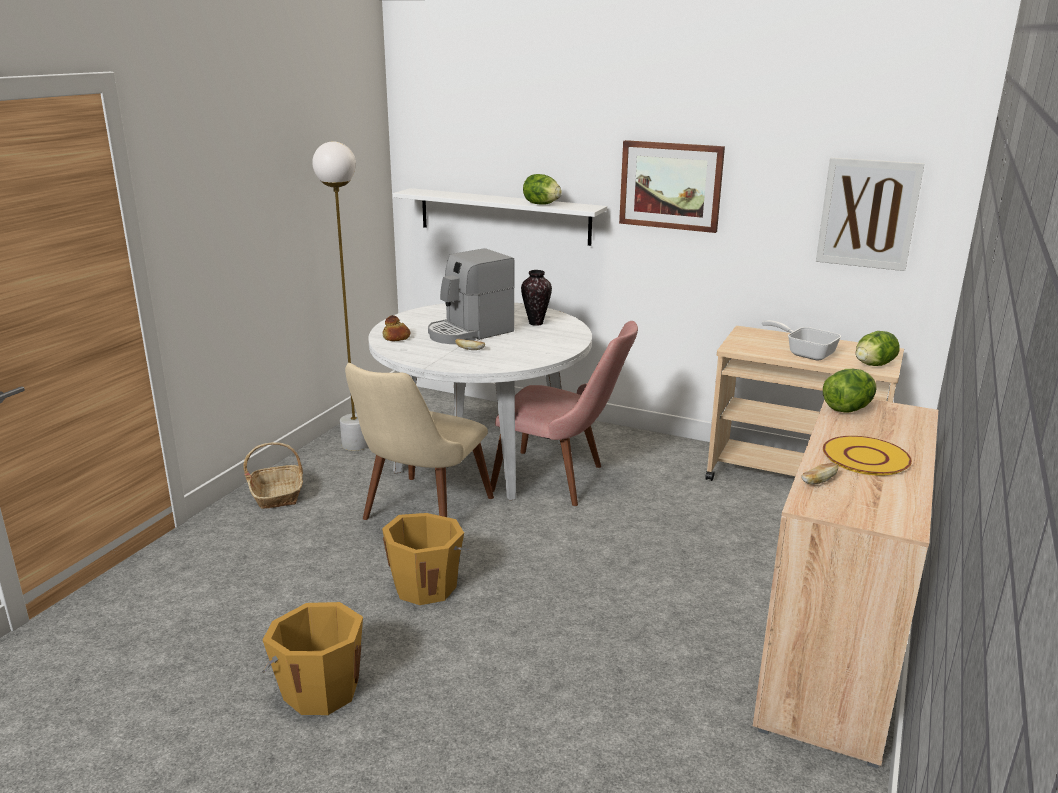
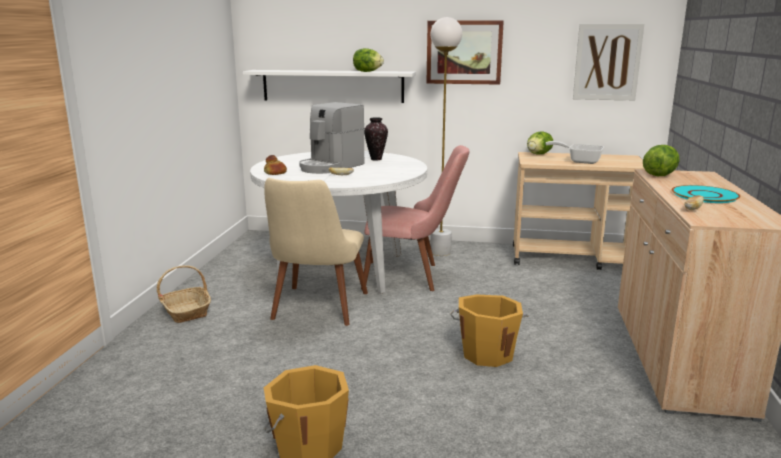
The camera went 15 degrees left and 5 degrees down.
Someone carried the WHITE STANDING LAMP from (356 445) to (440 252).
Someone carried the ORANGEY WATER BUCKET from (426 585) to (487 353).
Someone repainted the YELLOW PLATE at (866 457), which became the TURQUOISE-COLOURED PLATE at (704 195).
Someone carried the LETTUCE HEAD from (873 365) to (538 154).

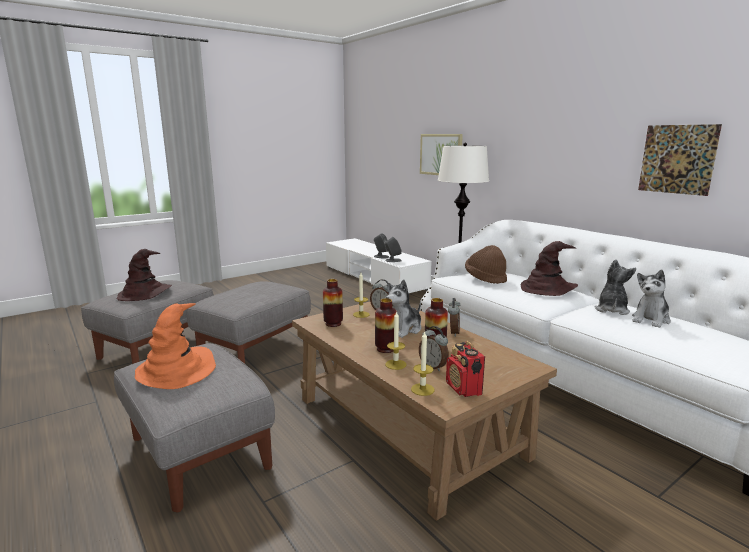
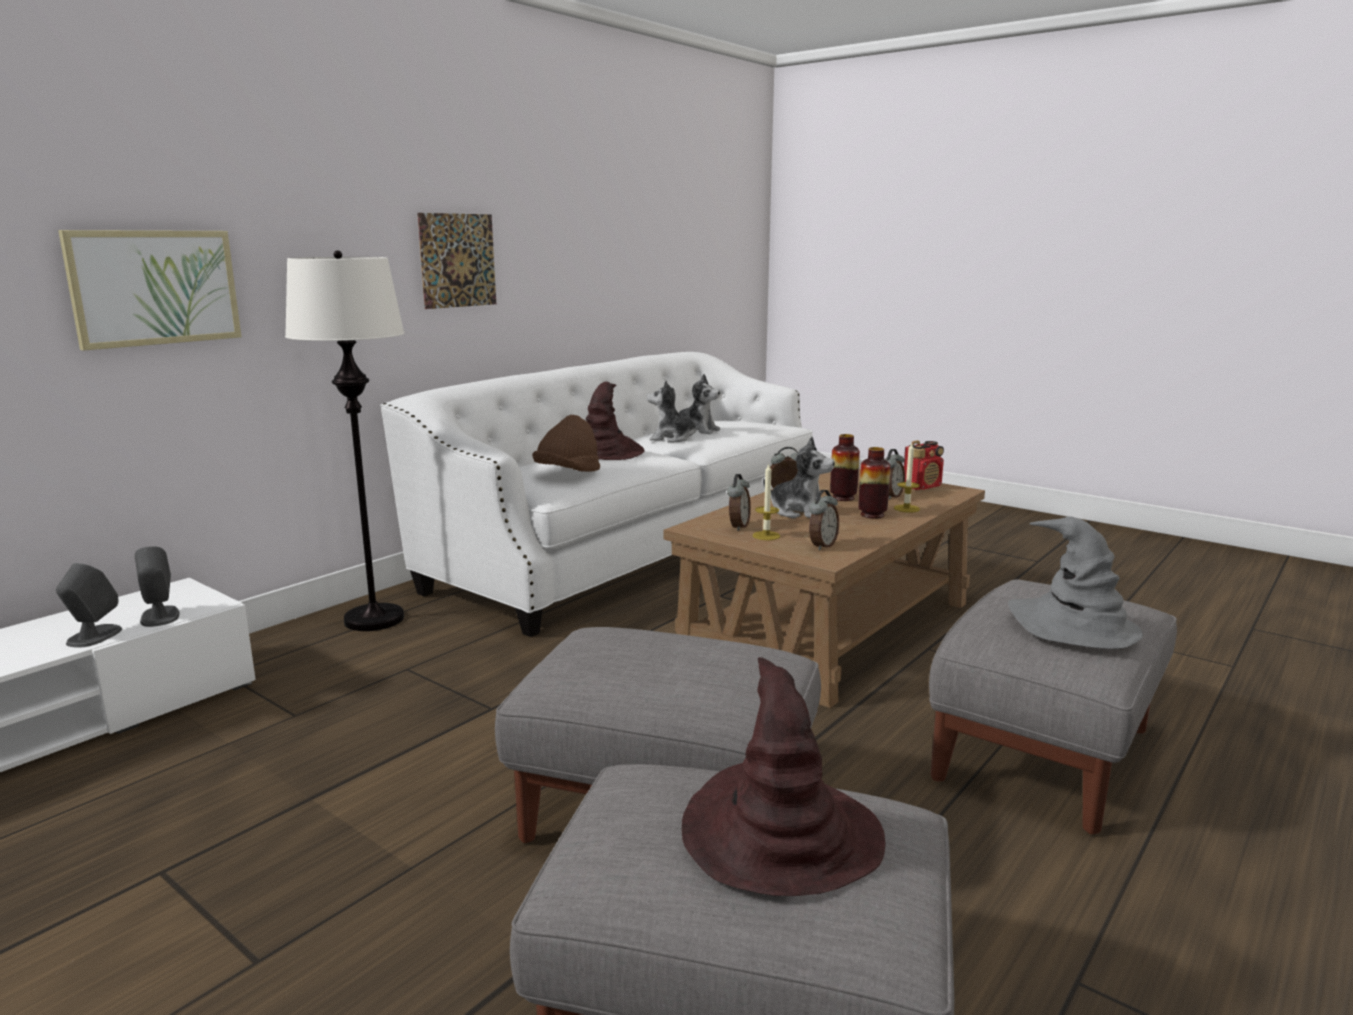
The camera went 105 degrees left and 0 degrees up.
Someone repainted the ORANGEY HAT at (177 370), which became the GREY HAT at (1072 625).
Someone swapped the VASE at (333 324) for the ALARM CLOCK at (822 546).
Someone took away the WAX LIGHT at (422 389).
Someone carried the WALL PICTURE from (677 159) to (458 260).

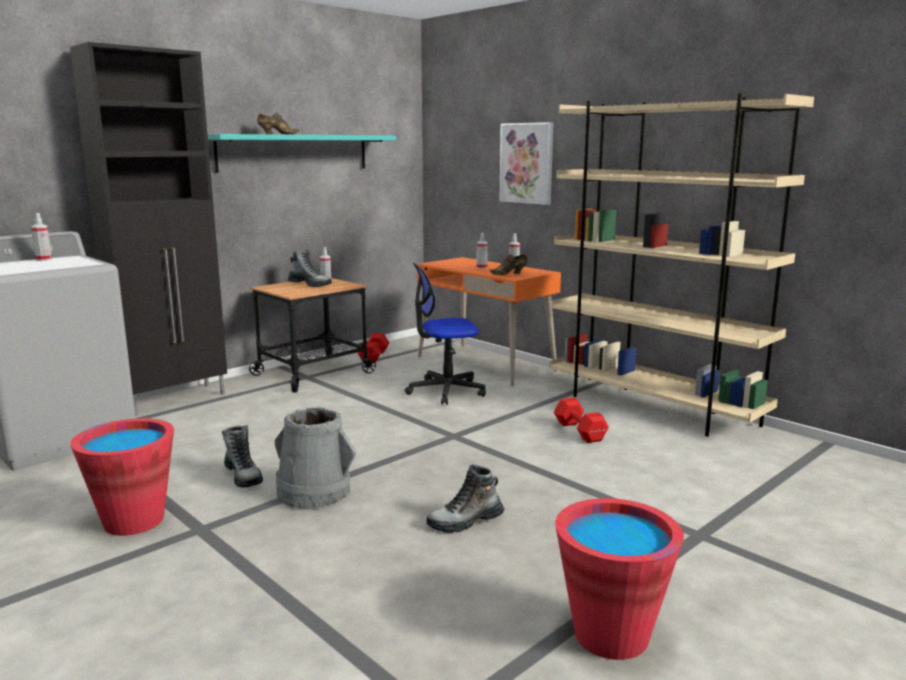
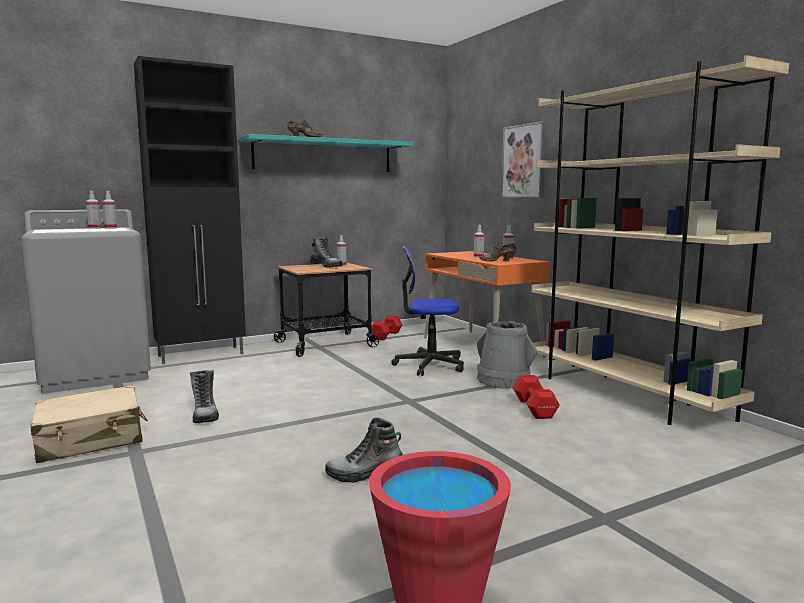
The camera went 15 degrees right and 5 degrees down.
Someone swapped the RED-COLOURED WATER BUCKET at (134 521) for the SAND-COLOURED SUITCASE at (91 439).
Someone carried the GREY WATER BUCKET from (314 492) to (503 381).
Someone put down the SPRAYER at (110 228).

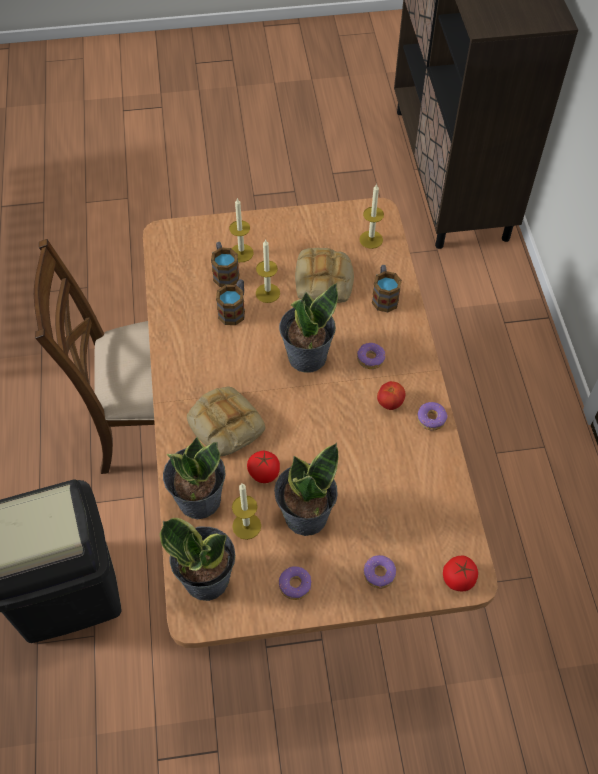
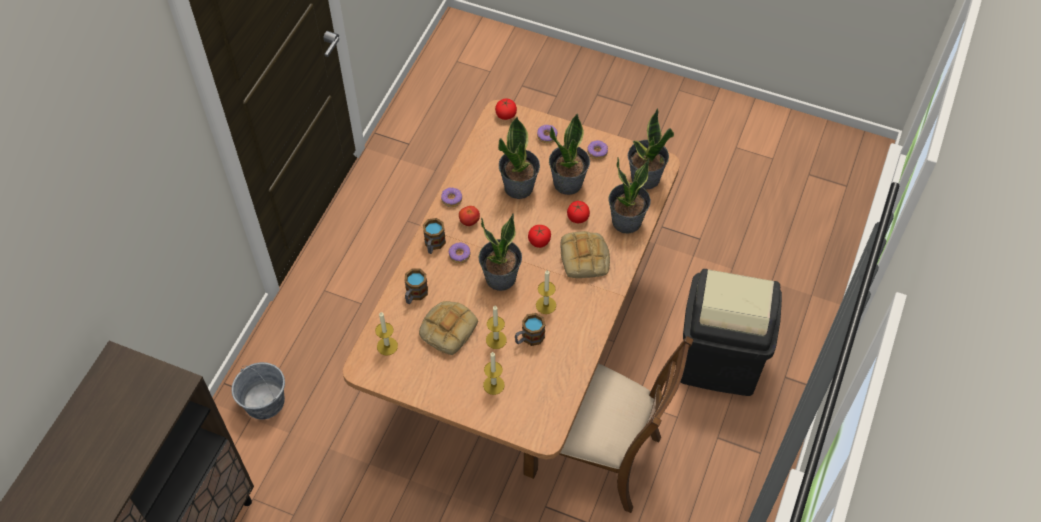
The camera went 150 degrees left and 0 degrees up.
Someone carried the TEA MUG from (224 273) to (433 245).
Someone carried the WAX LIGHT from (246 526) to (546 305).
Someone put down the GREY WATER BUCKET at (264 401).
Someone put down the HOUSEPLANT at (519 187).
Someone put down the FRESH TOMATO at (539 241).

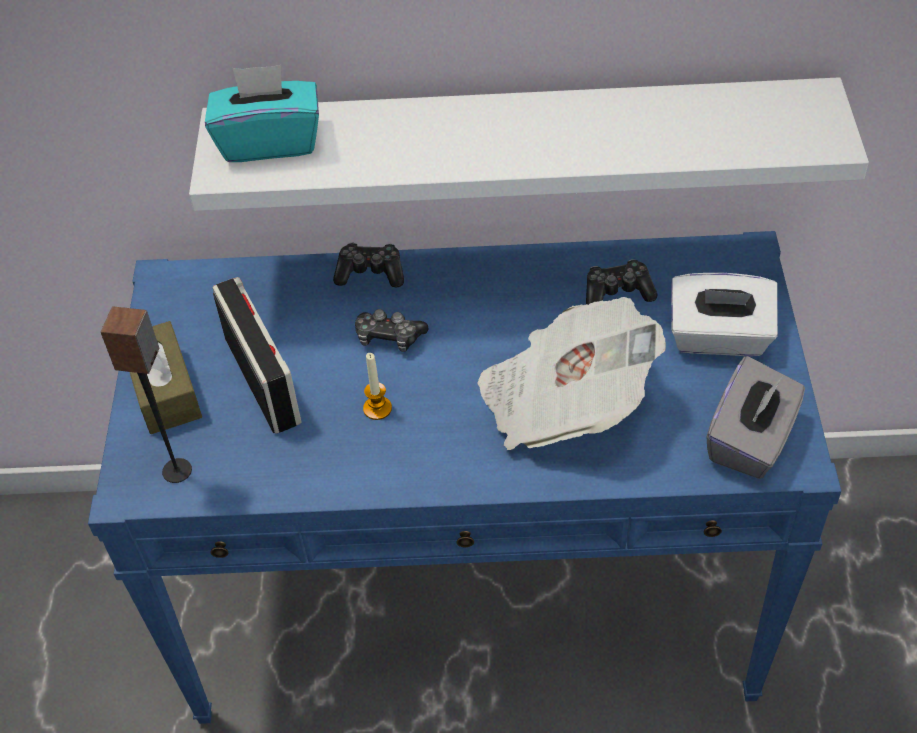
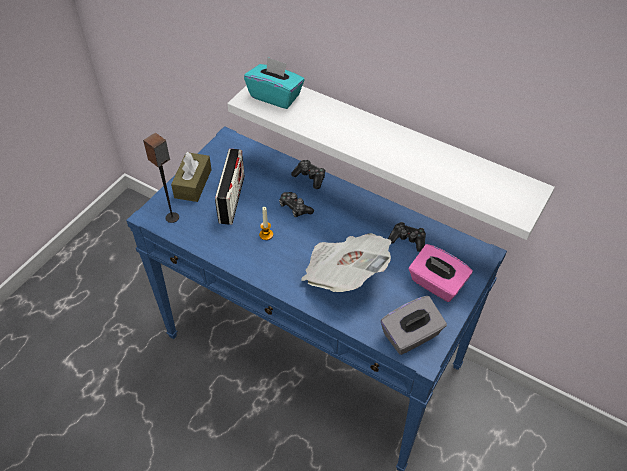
The camera went 30 degrees right and 0 degrees up.
Someone repainted the WHITE TISSUE BOX at (719 338), which became the PINK TISSUE BOX at (436 284).

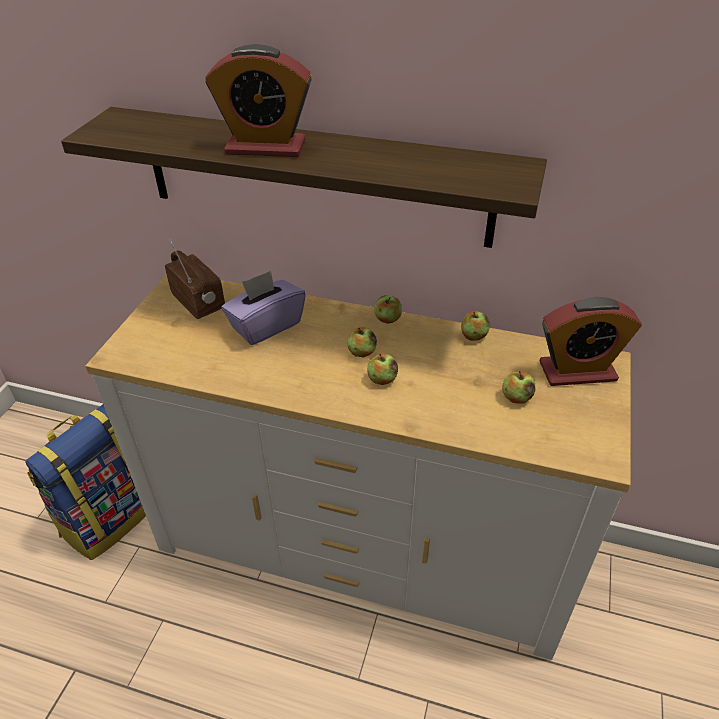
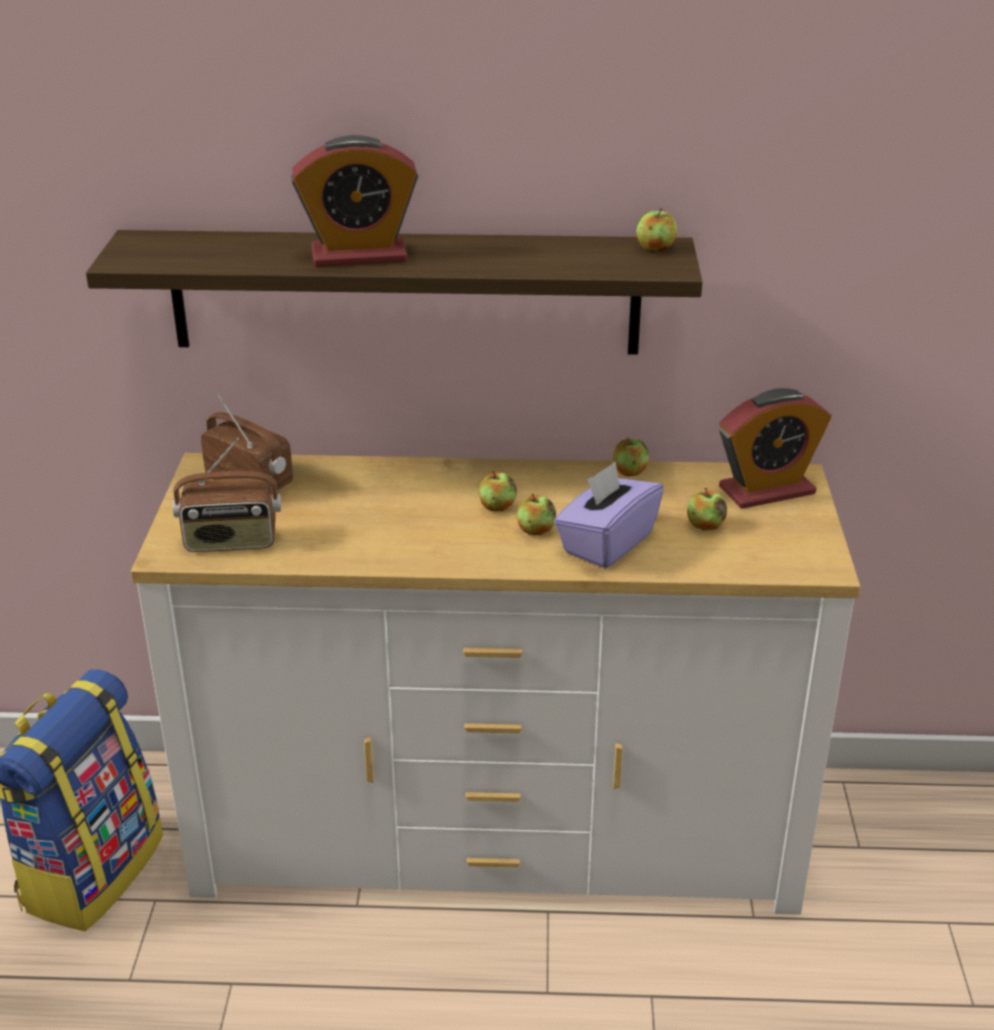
The camera went 15 degrees left and 10 degrees down.
Someone carried the PURPLE TISSUE BOX from (266 325) to (606 543).
Someone carried the WHOLE APPLE from (387 319) to (655 248).
Someone put down the RADIO RECEIVER at (231 541).

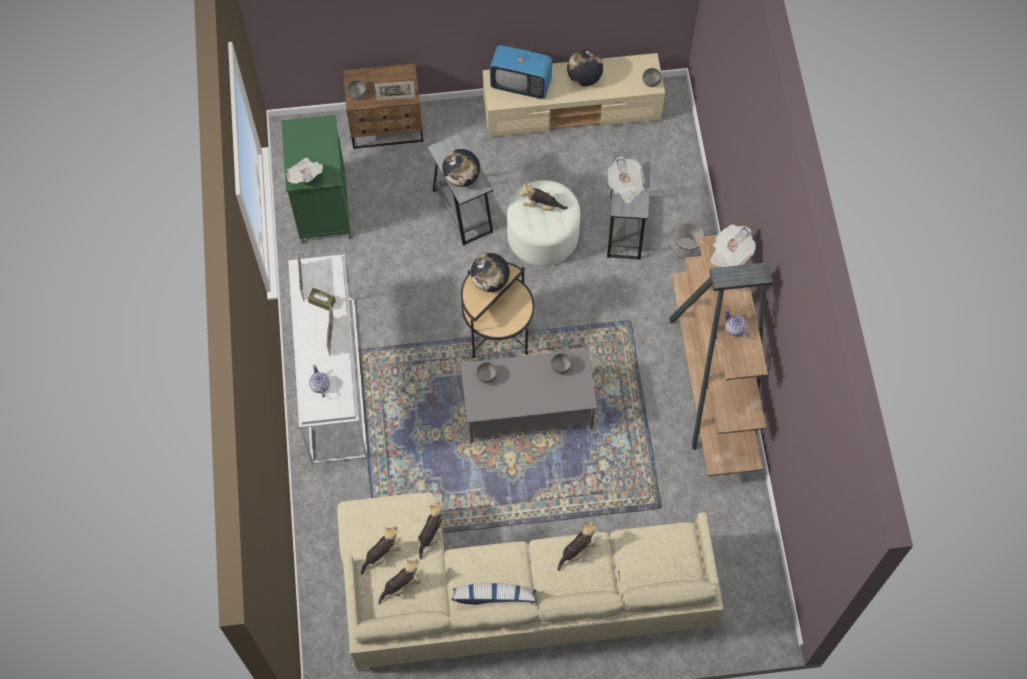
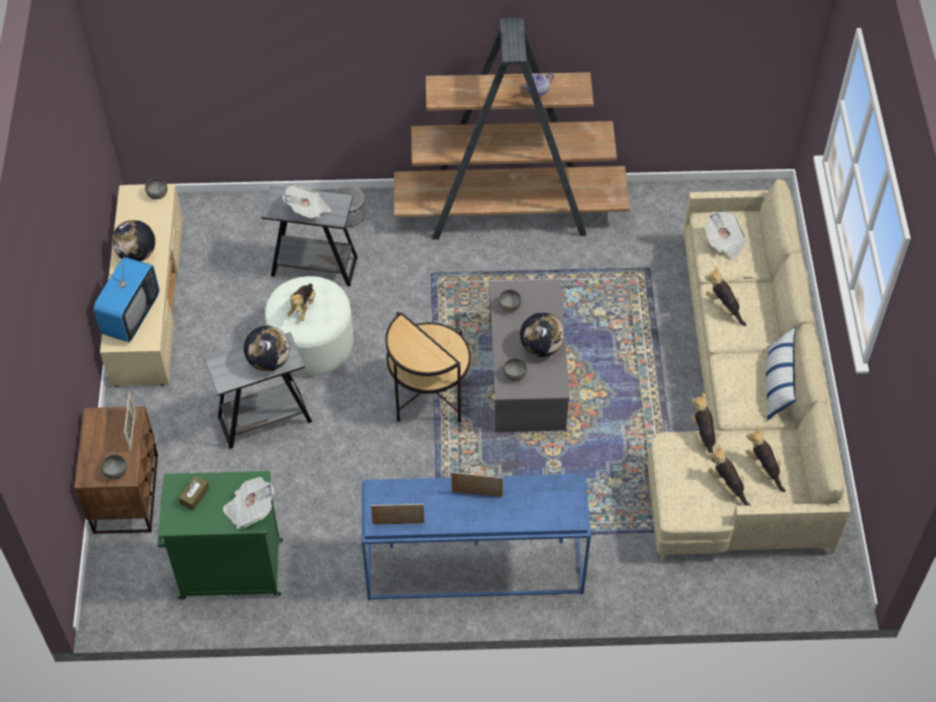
The camera went 85 degrees left and 10 degrees down.
Someone repainted the WHITE NARROW TABLE at (332 378), which became the BLUE NARROW TABLE at (473 568).
Someone carried the BROWN TISSUE BOX from (322 301) to (194 496).
Someone took away the TEA POT at (320 386).
Someone rotated the CUDDLY TOY at (432 534) by 45 degrees clockwise.
Someone carried the DESK GLOBE from (490 281) to (541 347).
Someone carried the DAILY PAPER from (730 253) to (724 242).

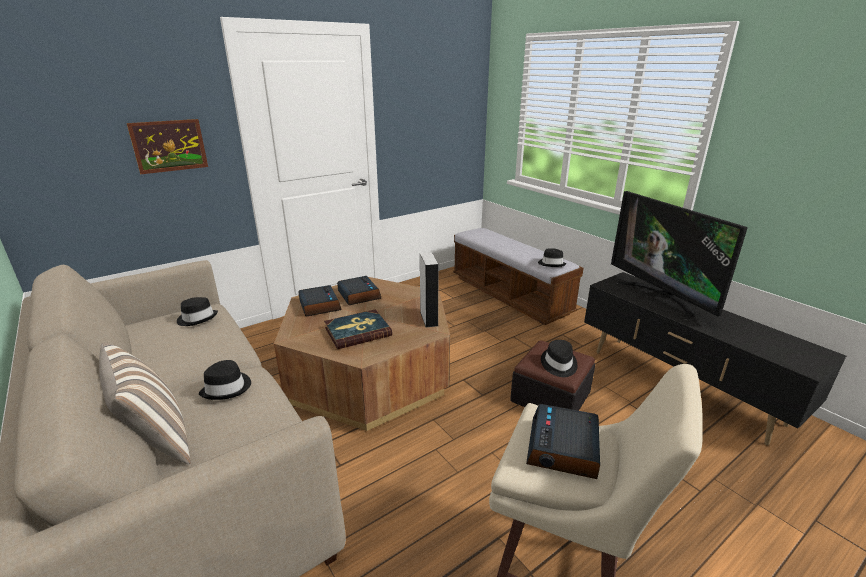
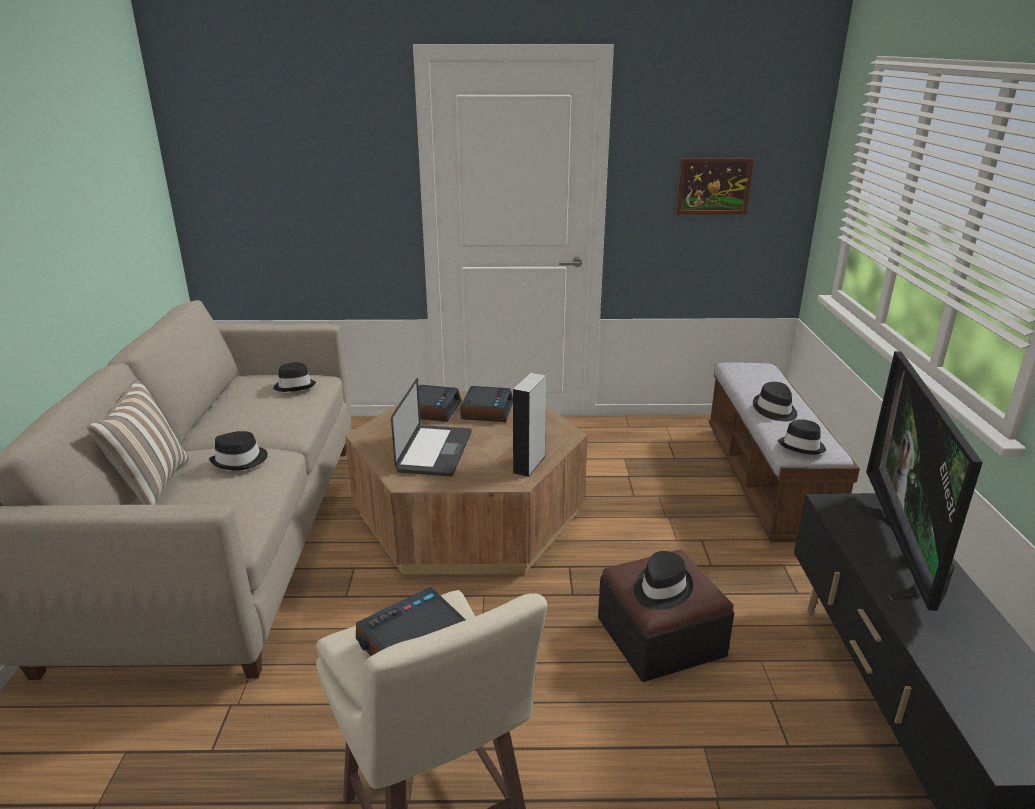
The camera went 35 degrees right and 0 degrees up.
Someone carried the WALL PICTURE from (169 146) to (713 186).
Someone swapped the BOUND BOOK at (357 331) for the LAPTOP at (435 452).
Someone put down the BLACK HAT at (774 410).

